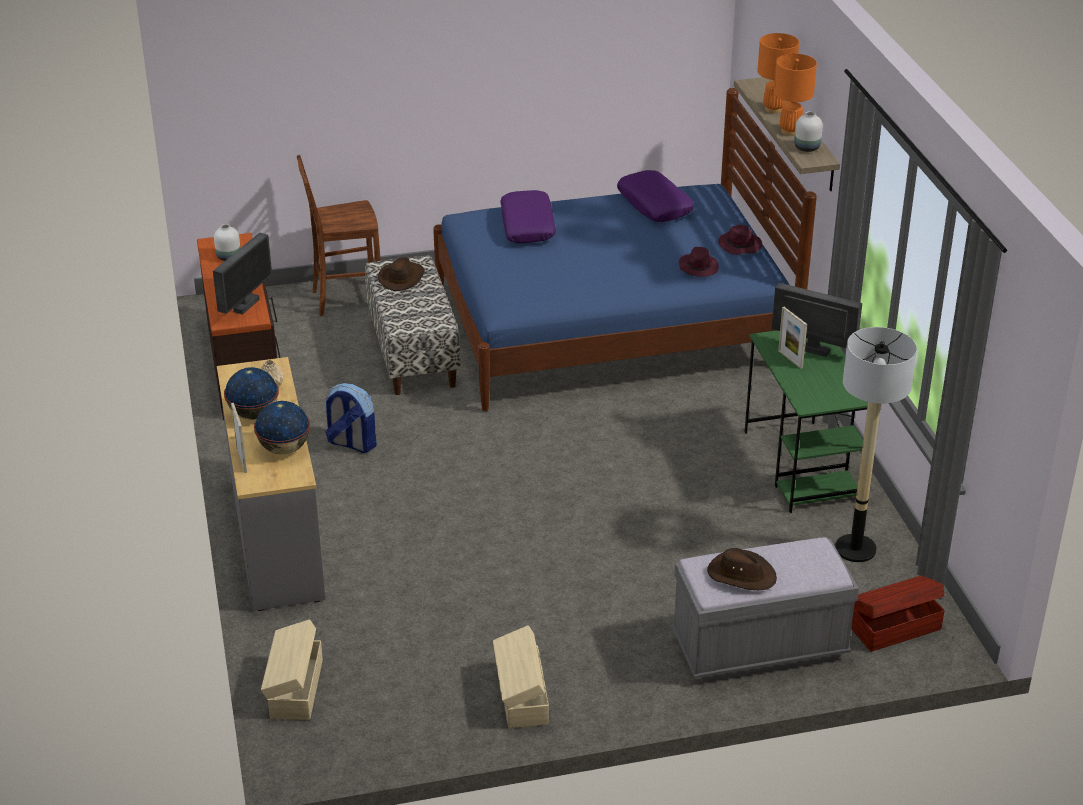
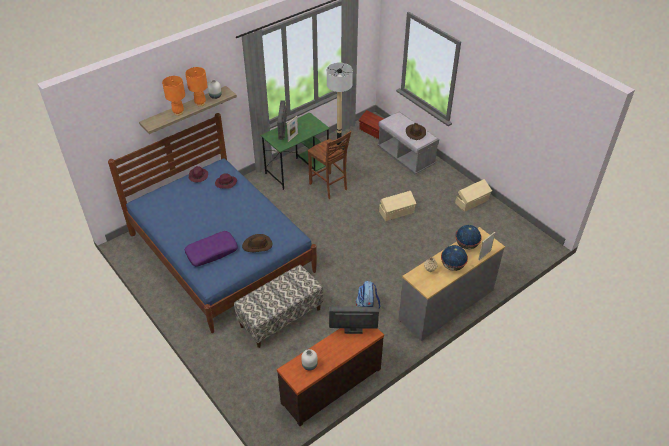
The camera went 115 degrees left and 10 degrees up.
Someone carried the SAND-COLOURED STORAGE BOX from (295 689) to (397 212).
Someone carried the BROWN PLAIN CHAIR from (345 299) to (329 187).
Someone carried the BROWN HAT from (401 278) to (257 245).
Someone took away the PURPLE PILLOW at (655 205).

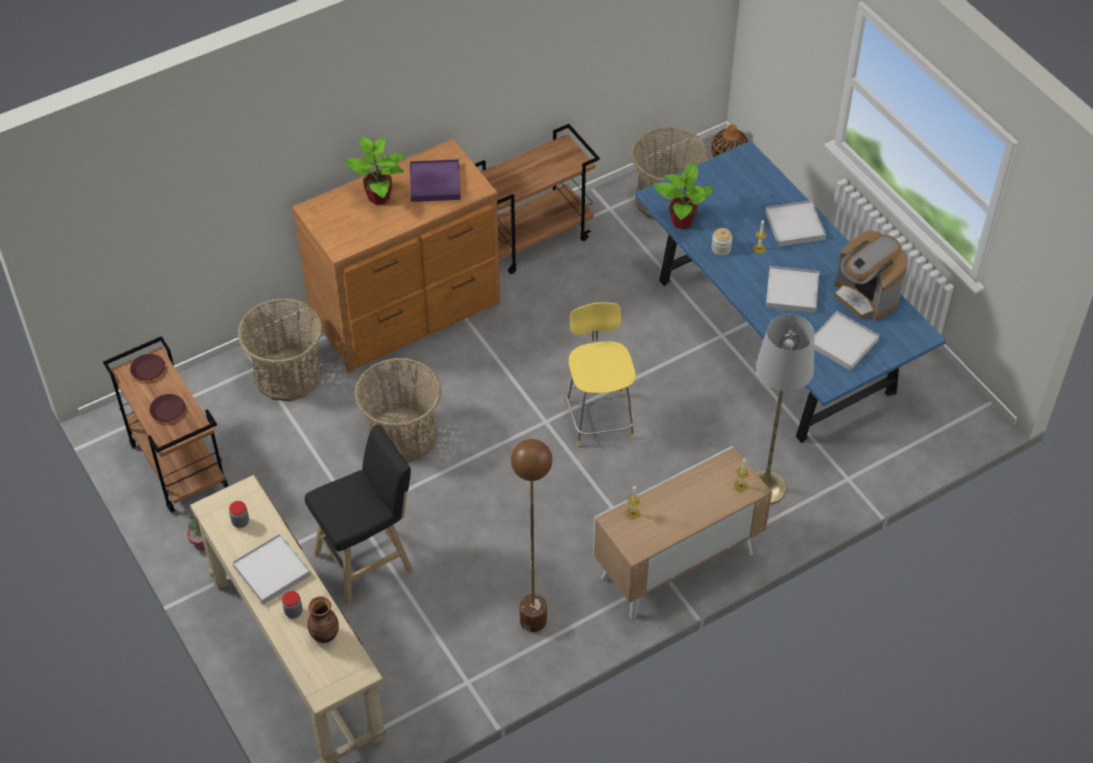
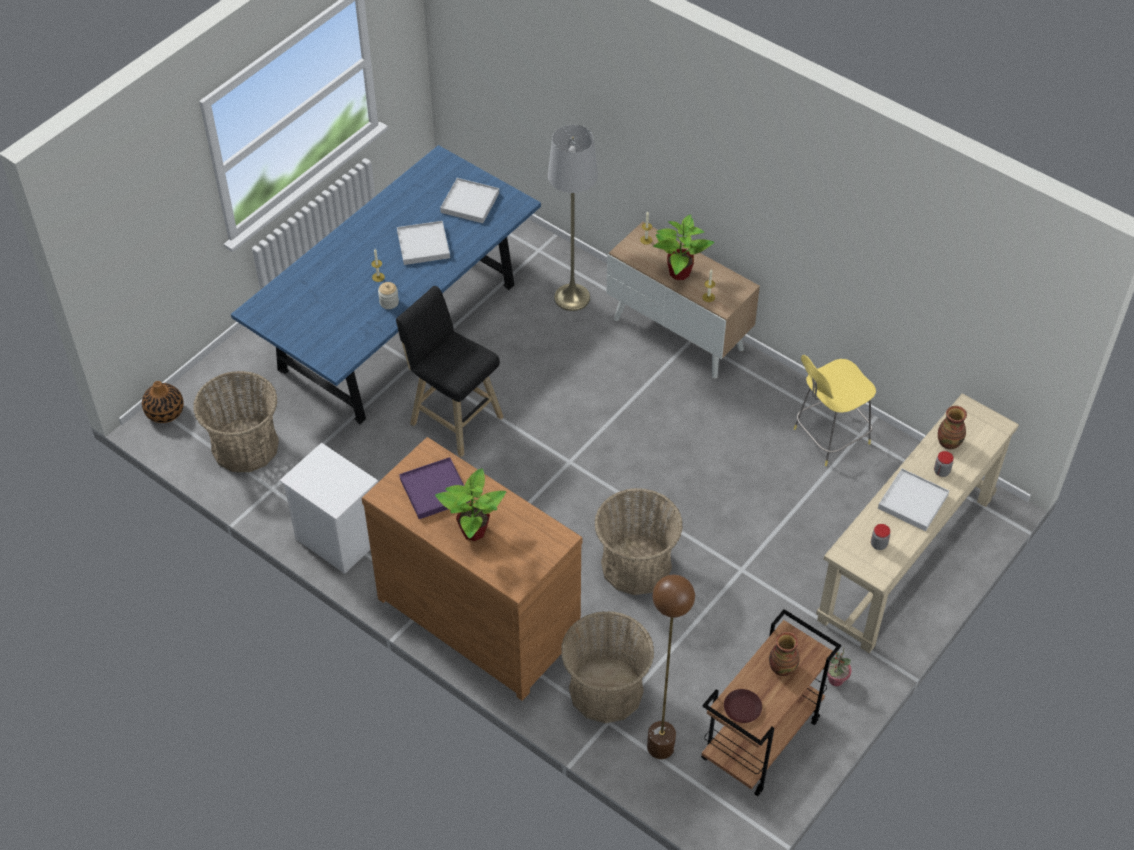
The camera went 110 degrees left and 0 degrees up.
Someone swapped the BROWN PLATE at (168 410) for the VASE at (782 667).
Someone carried the BLACK STOOL SEAT from (368 560) to (453 418).
Someone swapped the BROWN CART at (535 238) for the WHITE BEDSIDE TABLE at (337 539).
Someone carried the BROWN STANDING LAMP from (533 620) to (660 747).
Someone carried the YELLOW STOOL SEAT from (599 417) to (829 437).
Someone carried the HOUSEPLANT from (682 221) to (678 273).
Someone took away the WHITE SERVING TRAY at (795 226).
Someone took away the COFFEE MACHINE at (865 297).

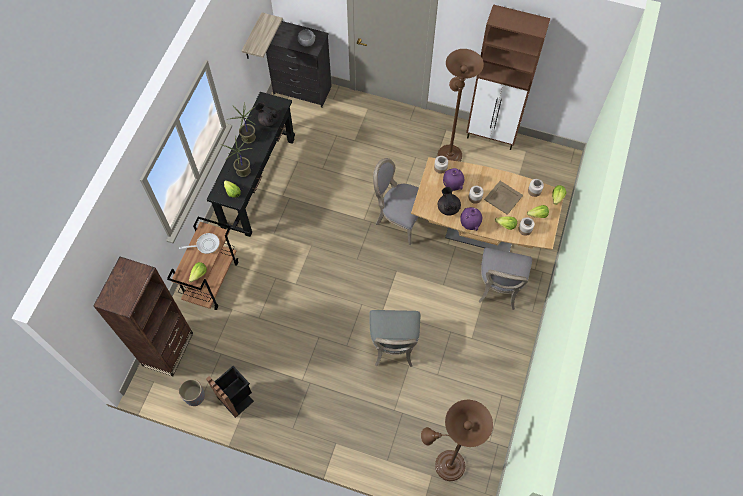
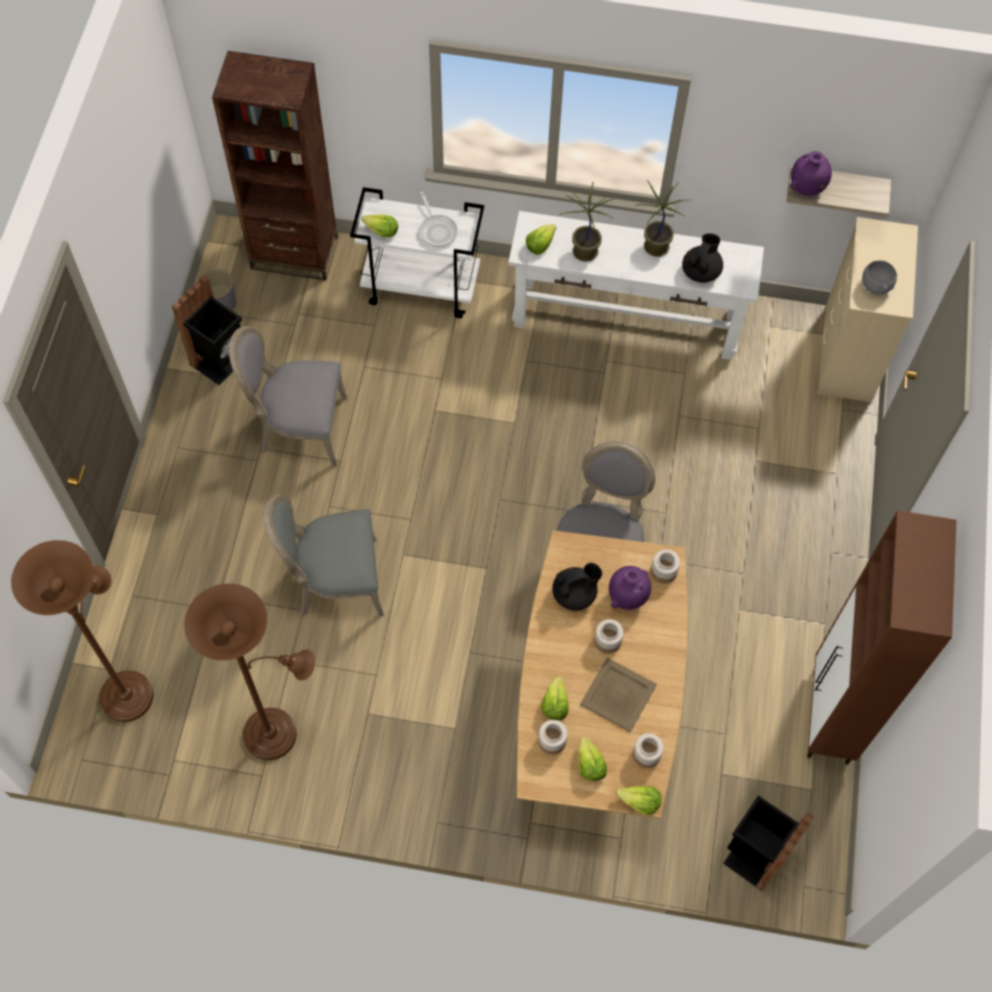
The camera went 80 degrees right and 0 degrees up.
Someone repainted the BROWN CART at (212 280), which became the WHITE CART at (422 287).
Someone repainted the BLACK NARROW TABLE at (259 182), which became the WHITE NARROW TABLE at (626 320).
Someone repainted the BLACK CHEST OF DRAWERS at (302 90), which became the SAND-COLOURED CHEST OF DRAWERS at (846 355).
Someone carried the BROWN STANDING LAMP from (449 153) to (277 733).
Someone carried the PURPLE VASE from (470 224) to (806 189).
Someone carried the GREY PLAIN CHAIR from (499 288) to (300 427).
Someone put down the BLACK WASTE BIN at (753 854).

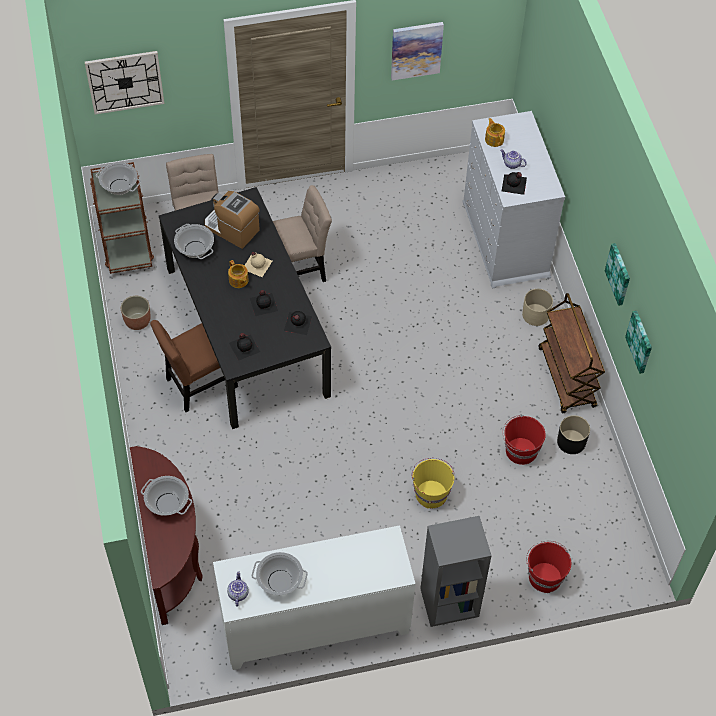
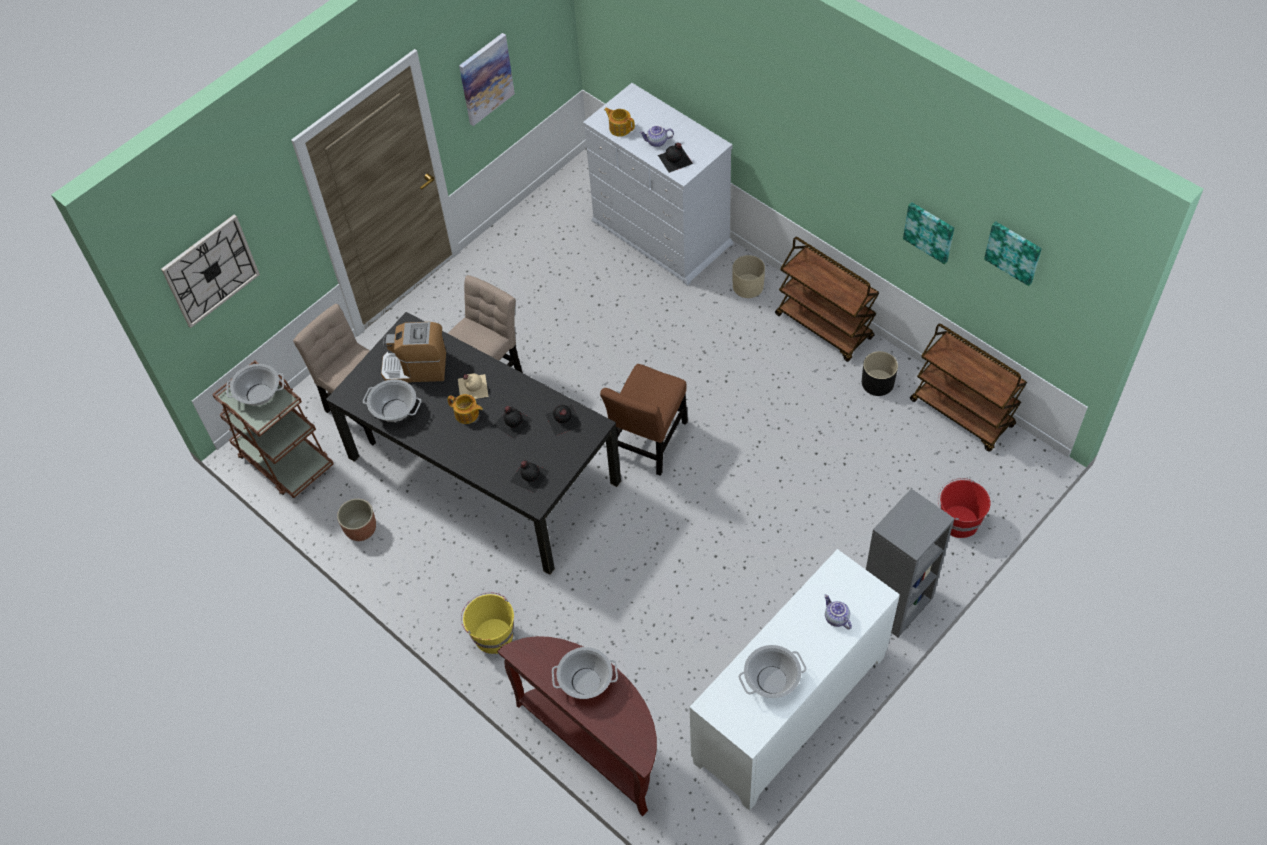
The camera went 30 degrees left and 0 degrees up.
Someone carried the BROWN PLAIN CHAIR from (198 385) to (648 443).
Someone carried the TEA POT from (237 593) to (836 618).
Someone carried the YELLOW WATER BUCKET from (431 493) to (492 635).
Someone took away the RED-COLOURED WATER BUCKET at (520 451).
Someone carried the WALL PICTURE from (619 274) to (1014 252).
Someone put down the BROWN CART at (962 413).

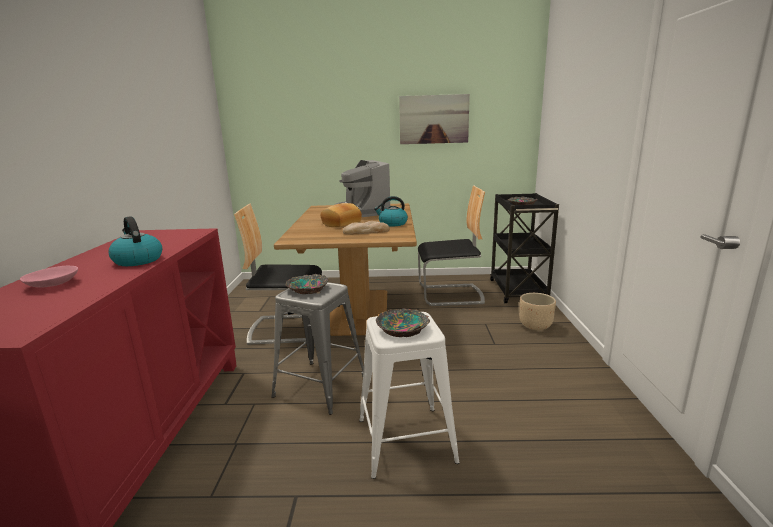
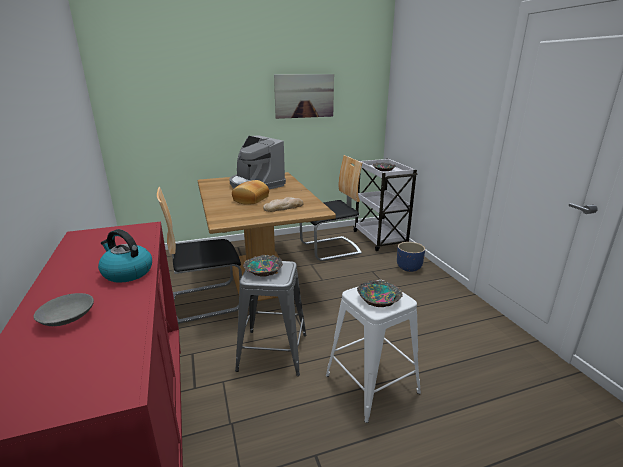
The camera went 20 degrees left and 5 degrees up.
Someone repainted the PINK DEEP DISH at (52 284), which became the GREY DEEP DISH at (66 318).
Someone took away the WATER KETTLE at (392 224).
Someone repainted the BLACK CART at (518 291), which became the WHITE CART at (380 239).
Someone repainted the SAND-COLOURED PLANT POT at (535 326), which became the BLUE PLANT POT at (409 268).

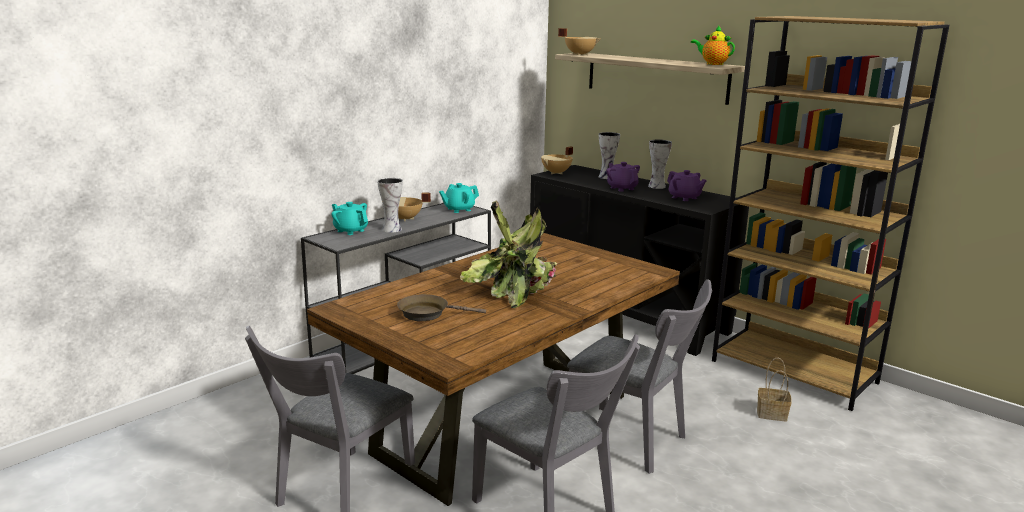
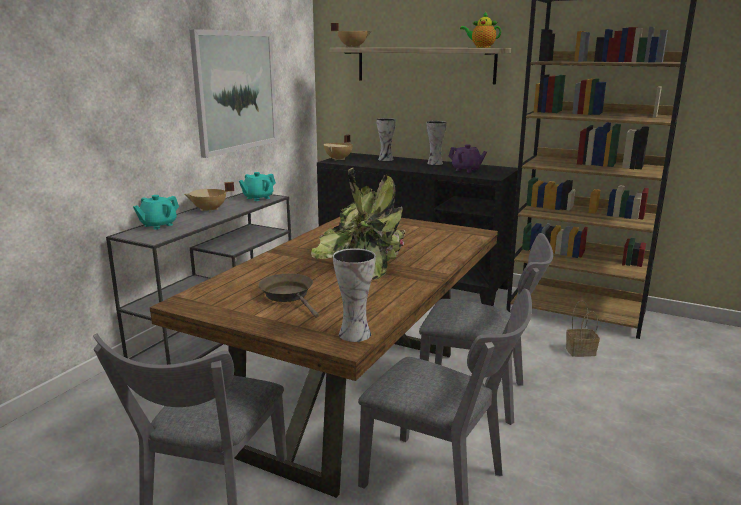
The camera went 15 degrees left and 0 degrees up.
Someone rotated the TURQUOISE-COLOURED TEA POT at (350 231) by 75 degrees counterclockwise.
Someone carried the VASE from (391 229) to (354 333).
Someone rotated the BROWN SKILLET at (428 313) by 75 degrees clockwise.
Someone took away the PURPLE TEA POT at (622 188).
Someone put up the WALL PICTURE at (235 91).

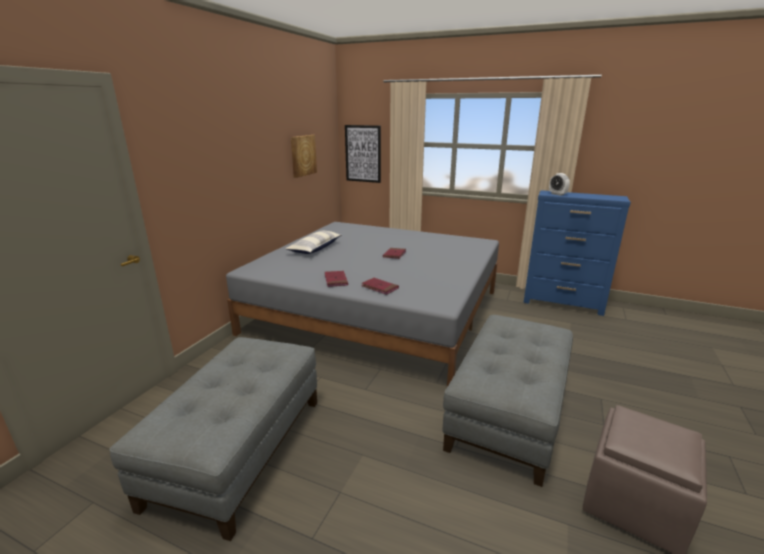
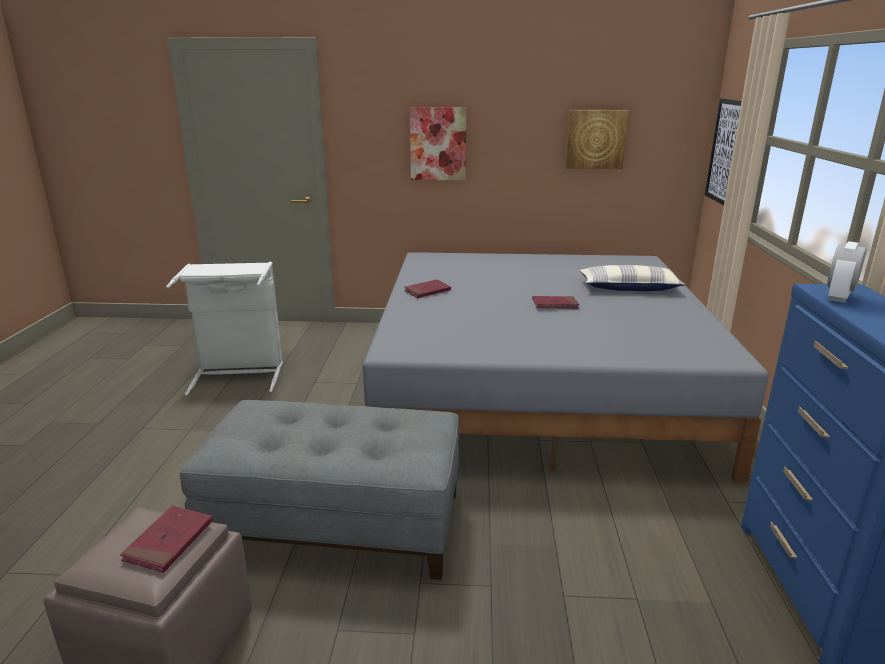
The camera went 70 degrees right and 0 degrees up.
Someone swapped the GREY OTTOMAN at (238 448) for the GREY WASHING BASKET at (238 374).
Someone carried the PILLOW from (315 248) to (629 288).
Someone carried the RED-COLOURED BOUND BOOK from (380 287) to (169 541).
Someone put up the WALL PICTURE at (438 144).

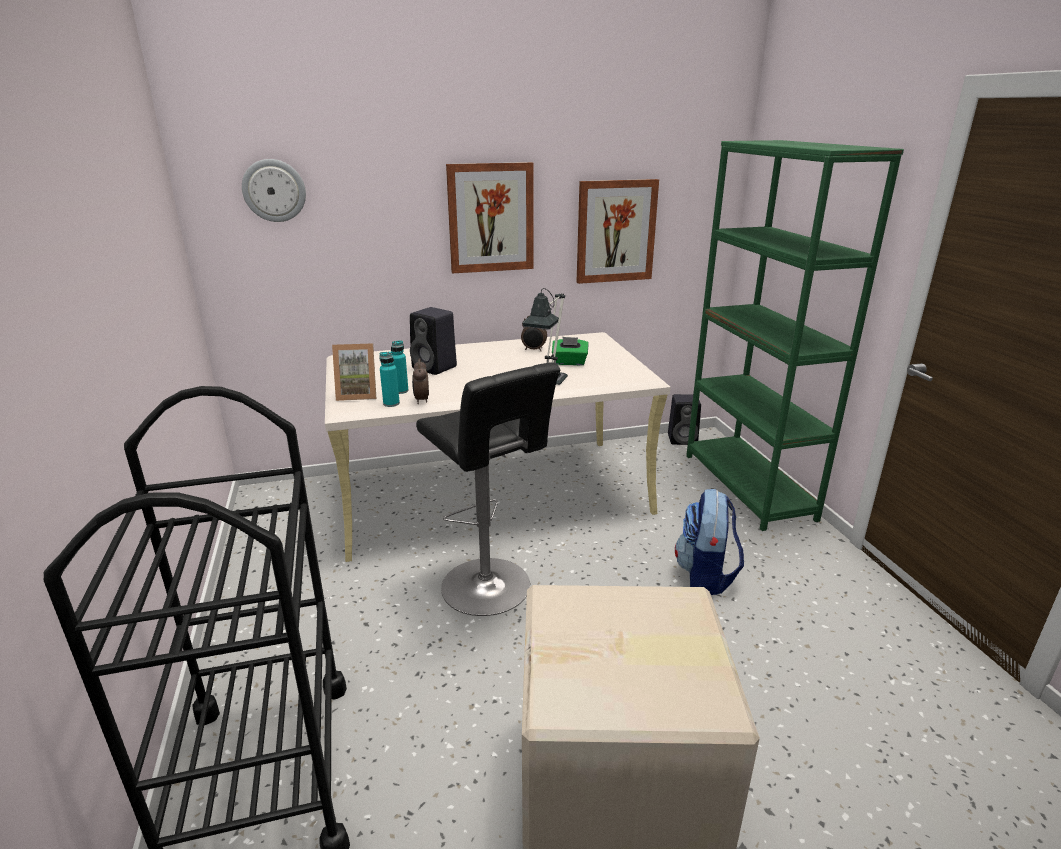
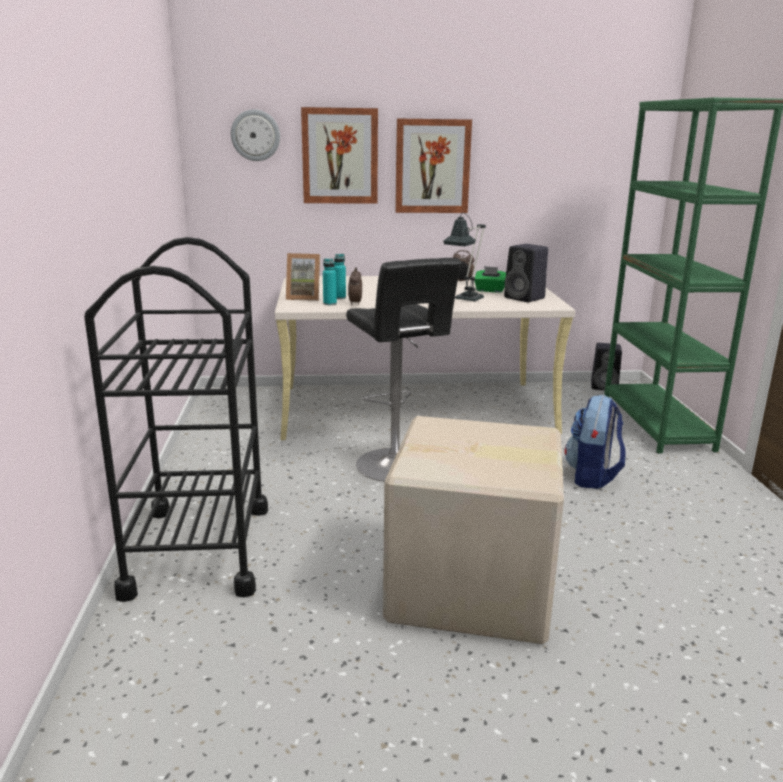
The camera went 10 degrees right and 5 degrees down.
Someone carried the BLACK AUDIO SPEAKER from (435 368) to (525 298).
Someone carried the WALL PICTURE from (615 231) to (340 156).

